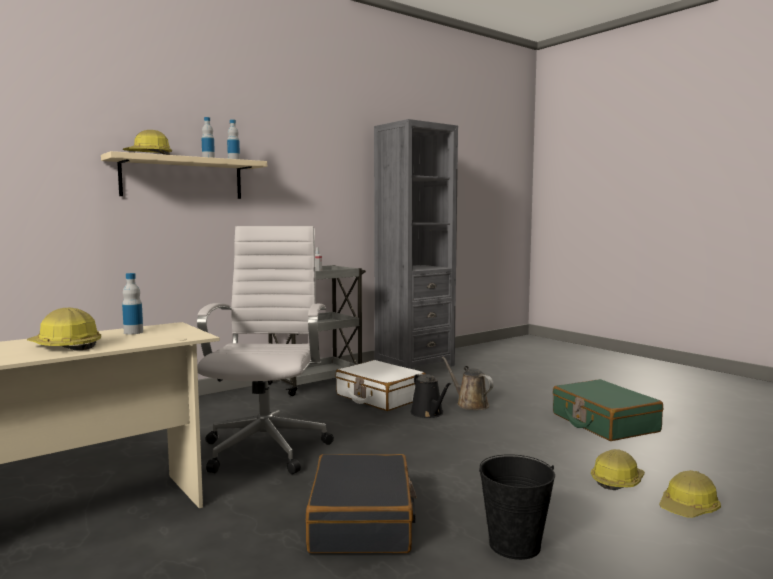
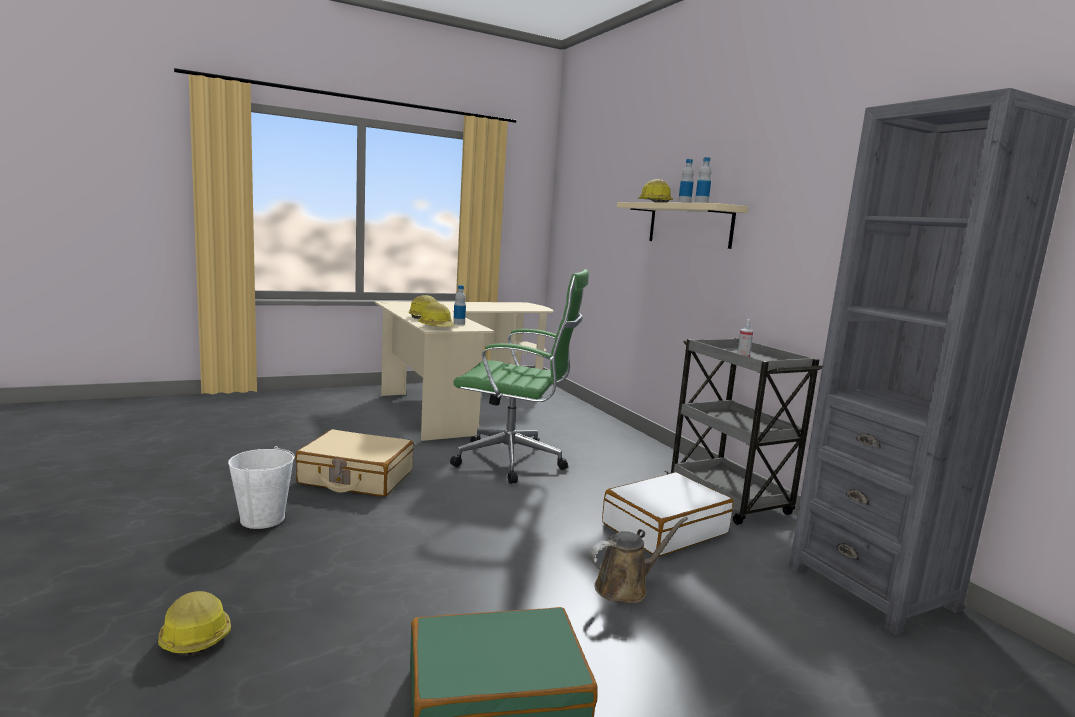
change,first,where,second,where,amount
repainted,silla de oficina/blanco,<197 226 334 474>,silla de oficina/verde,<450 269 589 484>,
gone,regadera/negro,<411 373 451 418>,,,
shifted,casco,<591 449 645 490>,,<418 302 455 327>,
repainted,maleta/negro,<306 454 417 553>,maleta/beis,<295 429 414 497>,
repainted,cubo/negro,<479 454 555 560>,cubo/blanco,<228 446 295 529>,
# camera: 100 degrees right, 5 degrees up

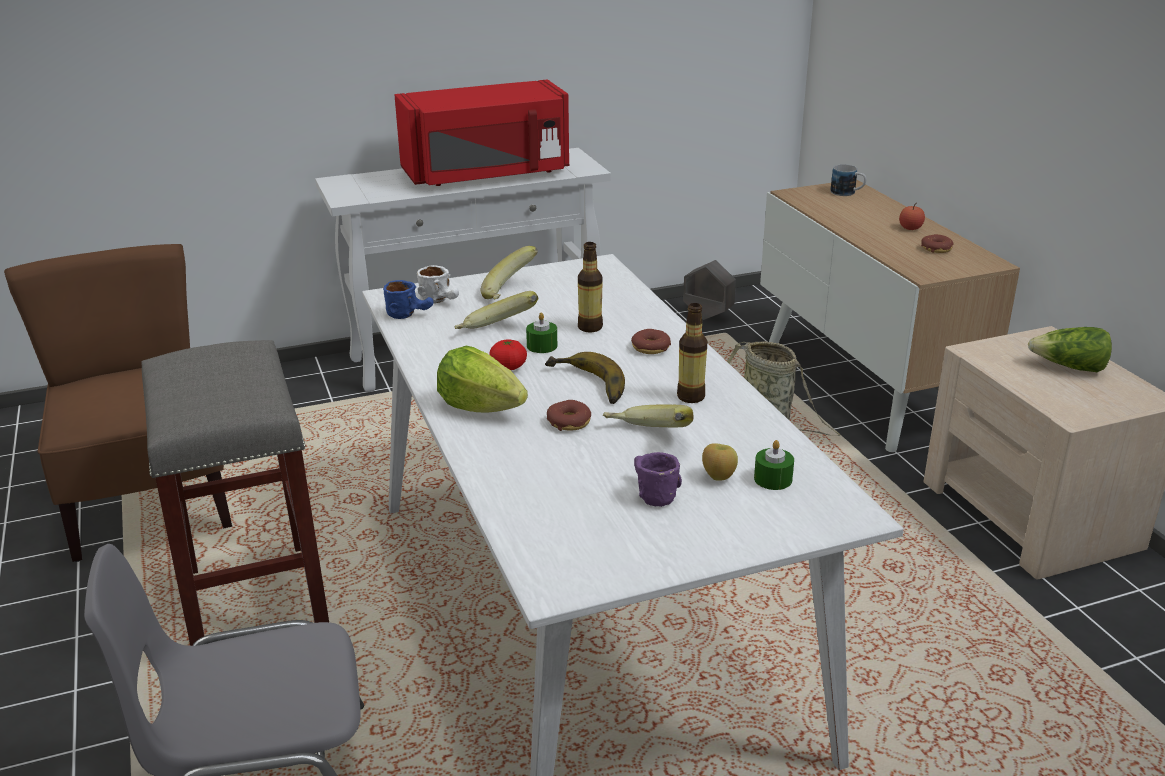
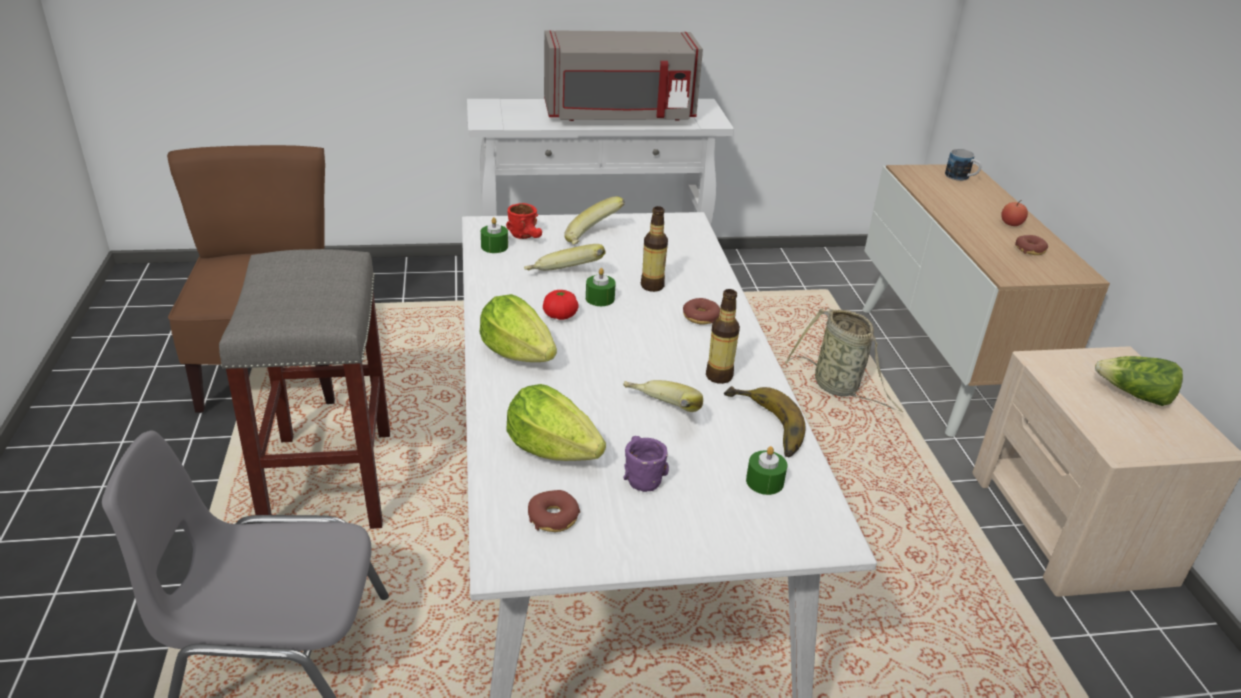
change,first,where,second,where,amount
repainted,microondas/rojo,<395 79 569 186>,microondas/gris,<544 30 703 121>,
gone,maceta/gris,<683 260 736 320>,,,
repainted,taza grande/blanco,<417 265 459 303>,taza grande/rojo,<506 203 542 239>,
swapped,taza grande/azul,<383 280 433 319>,vela/verde,<481 217 508 253>,
shifted,plátano,<545 352 625 404>,,<724 386 806 457>,
shifted,rosquilla,<547 400 591 431>,,<528 490 580 532>,
gone,manzana,<702 443 738 481>,,,
new,,,lechuga,<506 384 606 461>,
# camera: 10 degrees right, 5 degrees up

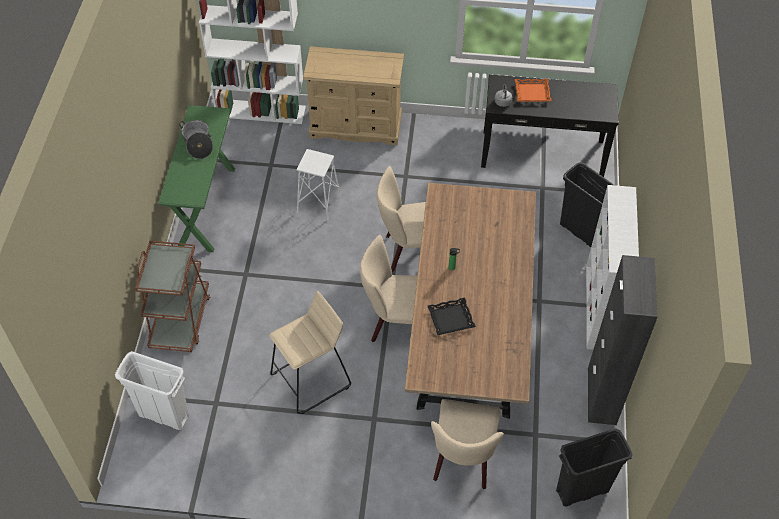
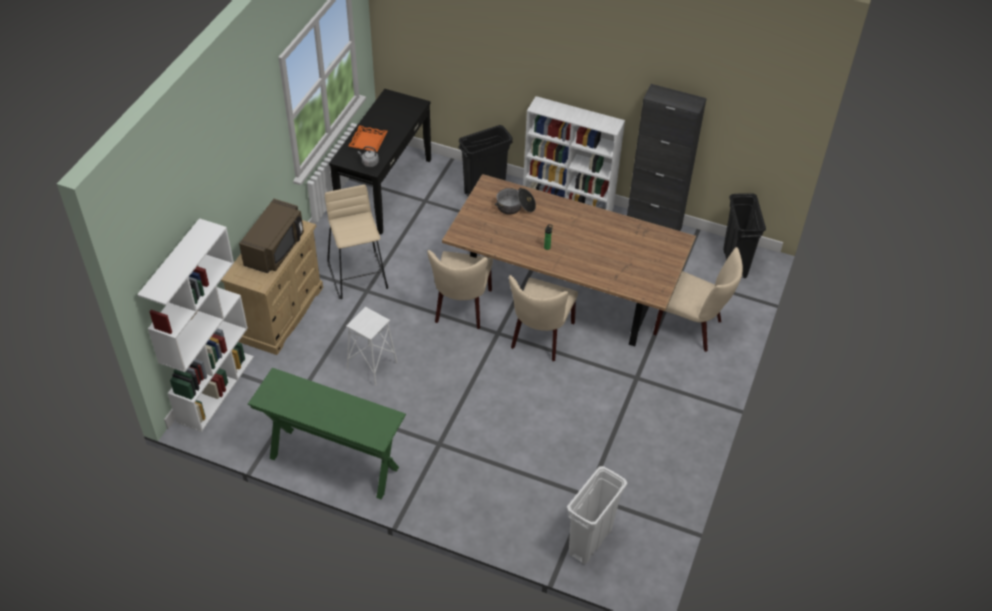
change,first,where,second,where,amount
shifted,olla,<179 120 213 159>,,<495 188 536 215>,
gone,carrito/marrón,<135 241 210 352>,,,
shifted,taburete/beis,<269 291 351 414>,,<325 185 388 299>,
gone,bandeja/negro,<428 298 476 335>,,,
new,,,microondas/marrón,<239 199 304 273>,
# camera: 75 degrees left, 5 degrees down

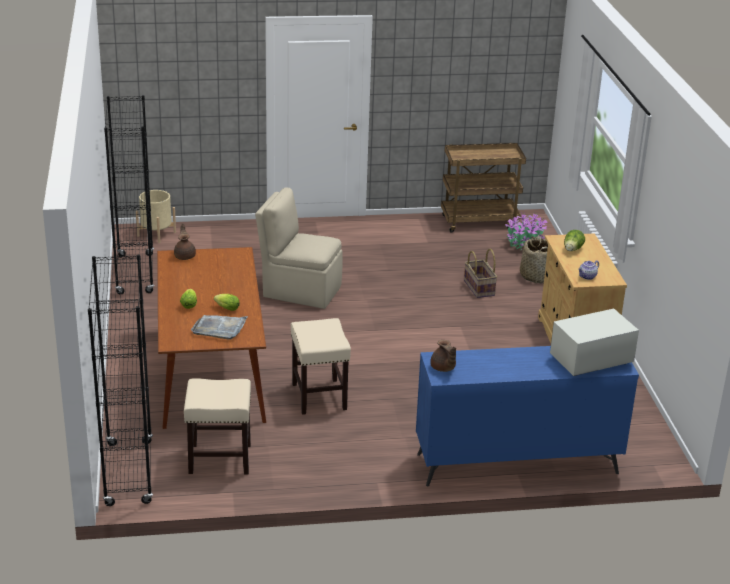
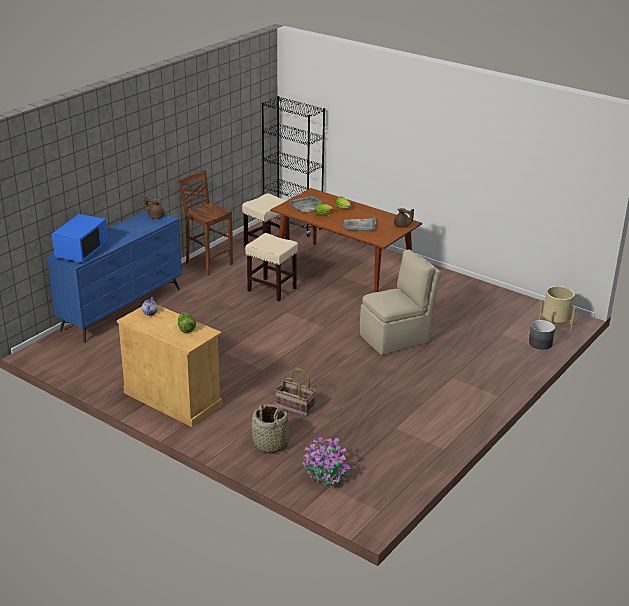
change,first,where,second,where,amount
gone,estantería/negro,<104 95 154 295>,,,
gone,carrito/marrón,<441 143 526 233>,,,
repainted,microondas/blanco,<550 309 639 376>,microondas/azul,<52 214 108 263>,
new,,,taburete/marrón,<178 170 233 276>,
new,,,bandeja/gris,<343 217 376 231>,
new,,,maceta/gris,<529 320 555 350>,
# camera: 135 degrees right, 0 degrees up

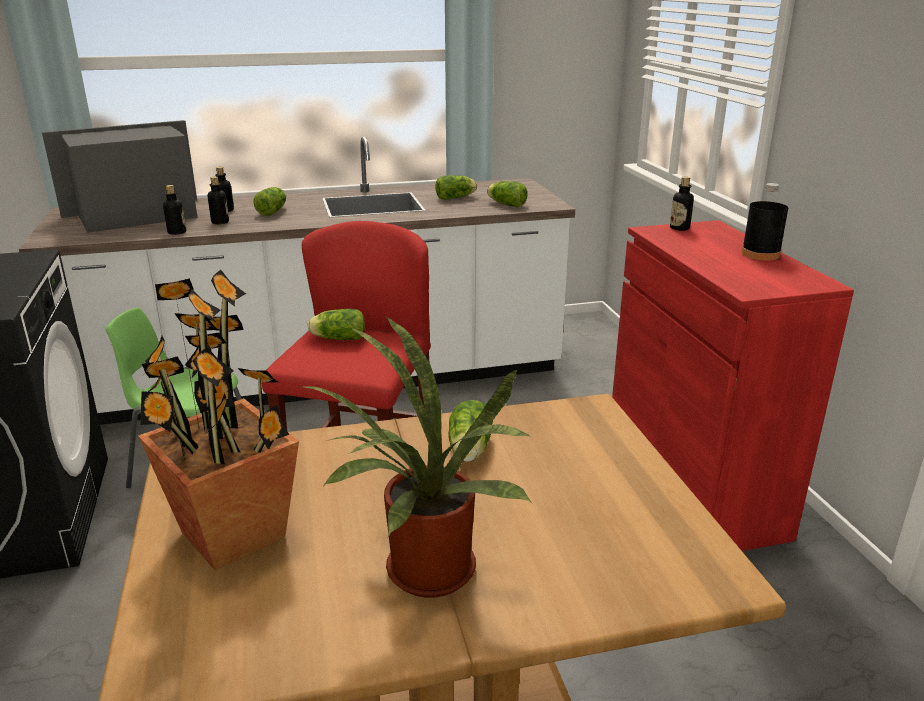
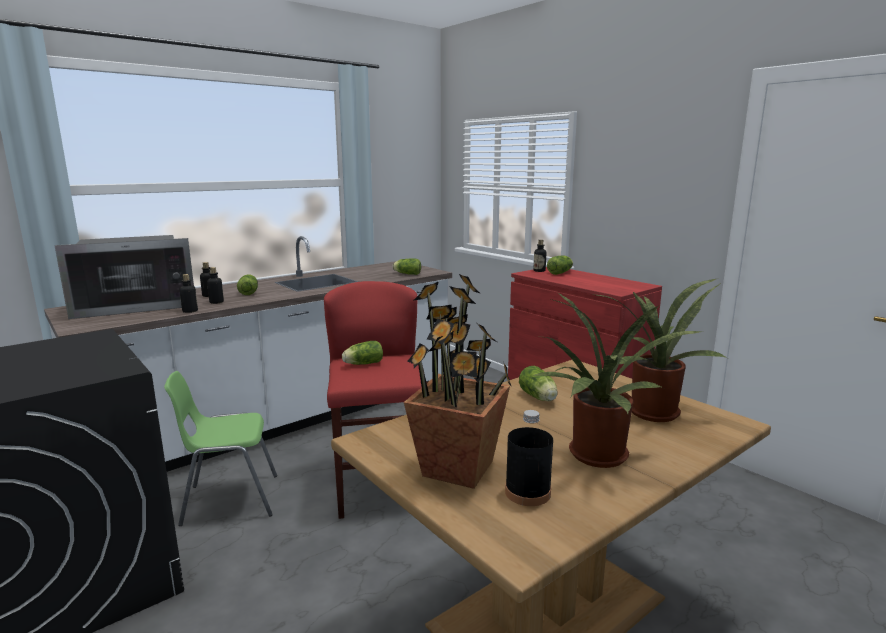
change,first,where,second,where,amount
rotated,microondas,<42 120 197 233>,,<55 235 194 319>,150 degrees counterclockwise
shifted,lechuga,<435 175 477 200>,,<547 256 573 275>,
shifted,botella/negro,<742 183 788 260>,,<505 410 553 506>,
new,,,planta en maceta,<597 278 727 422>,
# camera: 25 degrees left, 10 degrees down

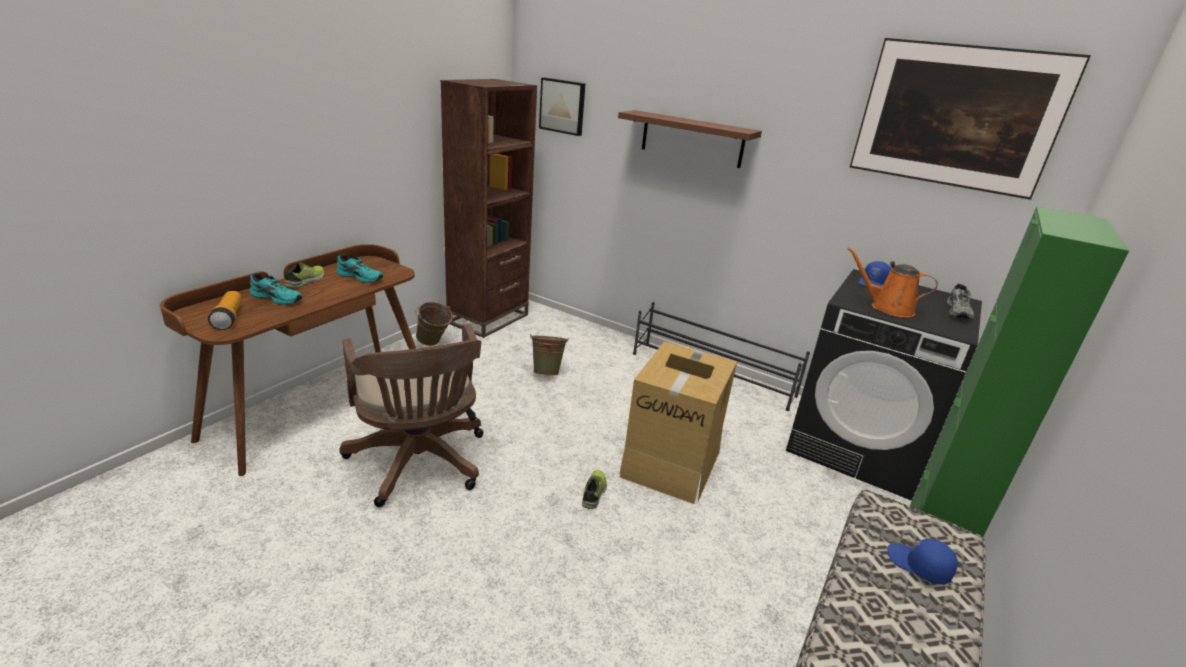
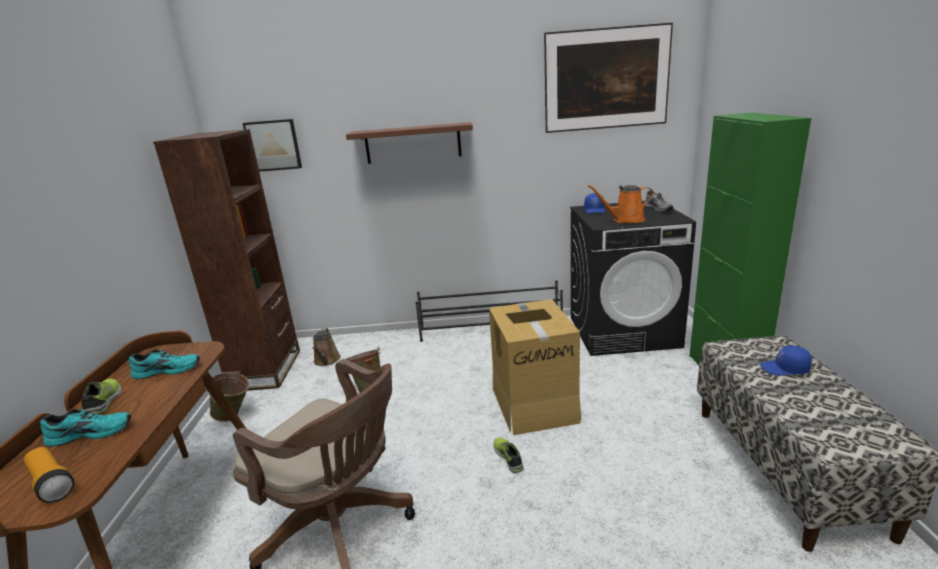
change,first,where,second,where,amount
new,,,regadera/marrón,<312 328 341 366>,
# camera: 30 degrees left, 5 degrees down

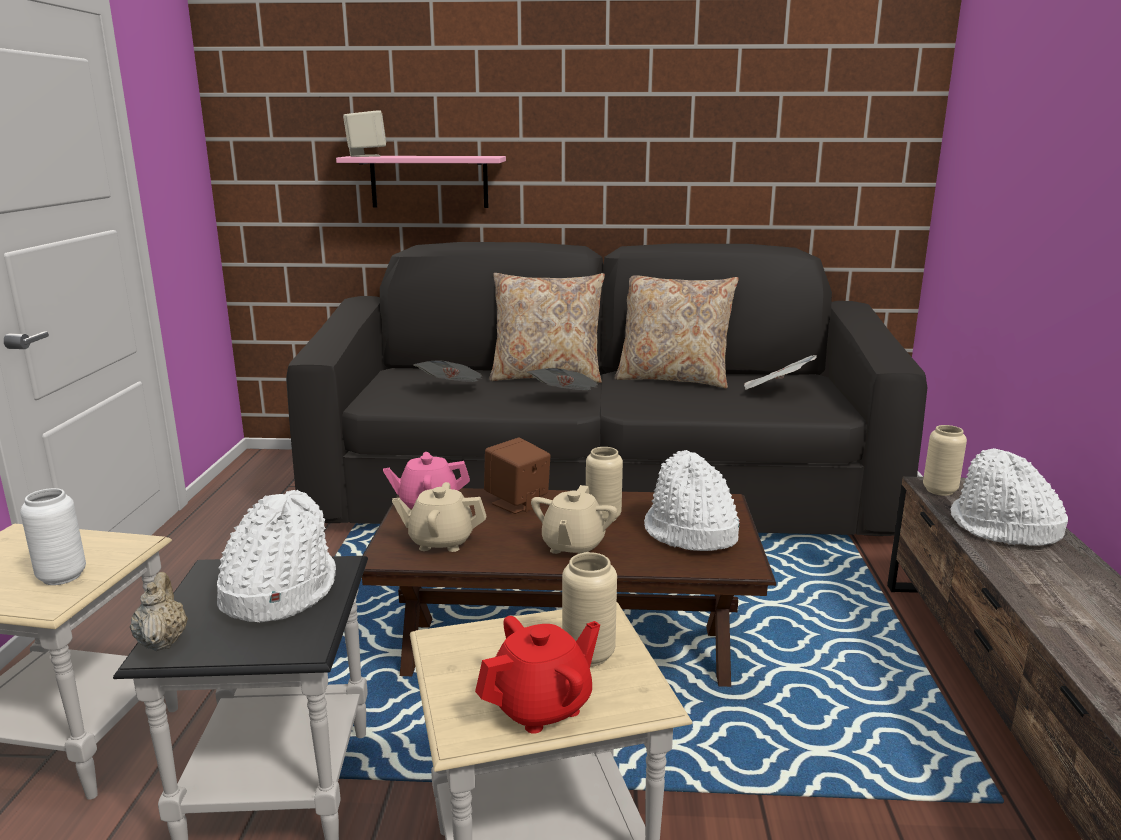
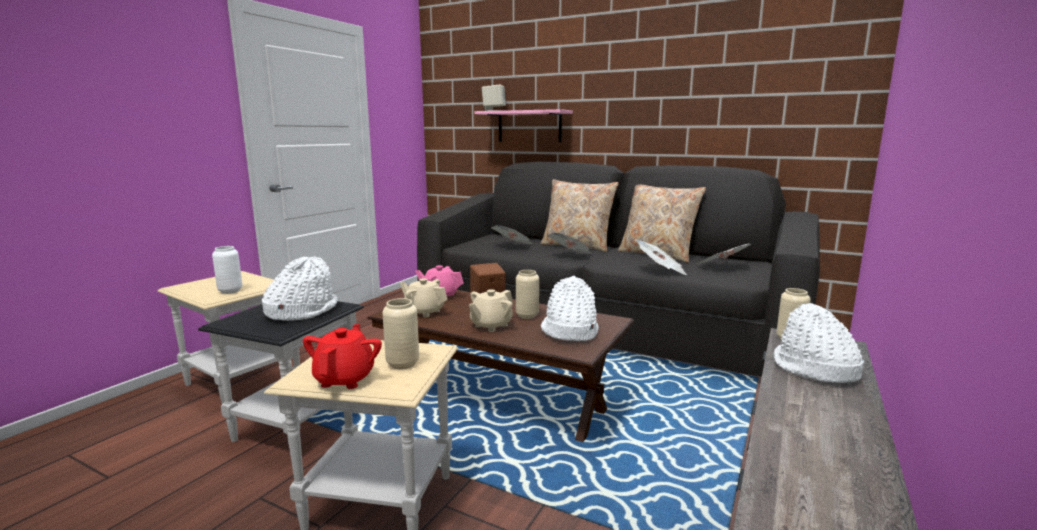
change,first,where,second,where,amount
gone,tetera/beis,<130 572 188 651>,,,
rotated,tetera/rojo,<475 616 600 734>,,<303 324 382 389>,75 degrees counterclockwise
new,,,periódico,<635 239 687 275>,
# camera: 25 degrees right, 5 degrees down

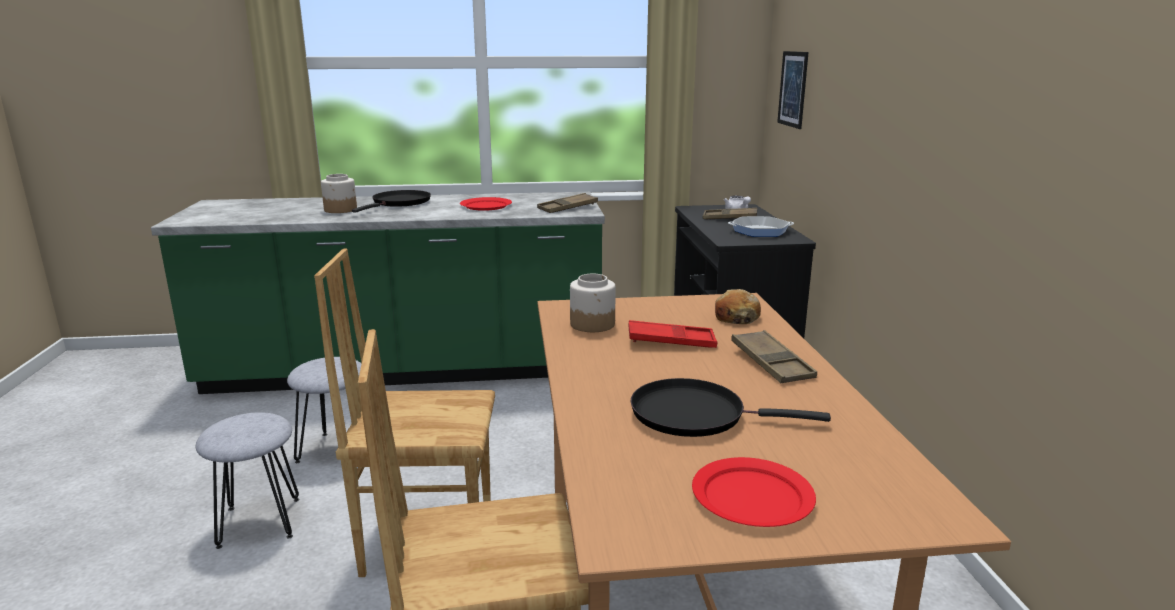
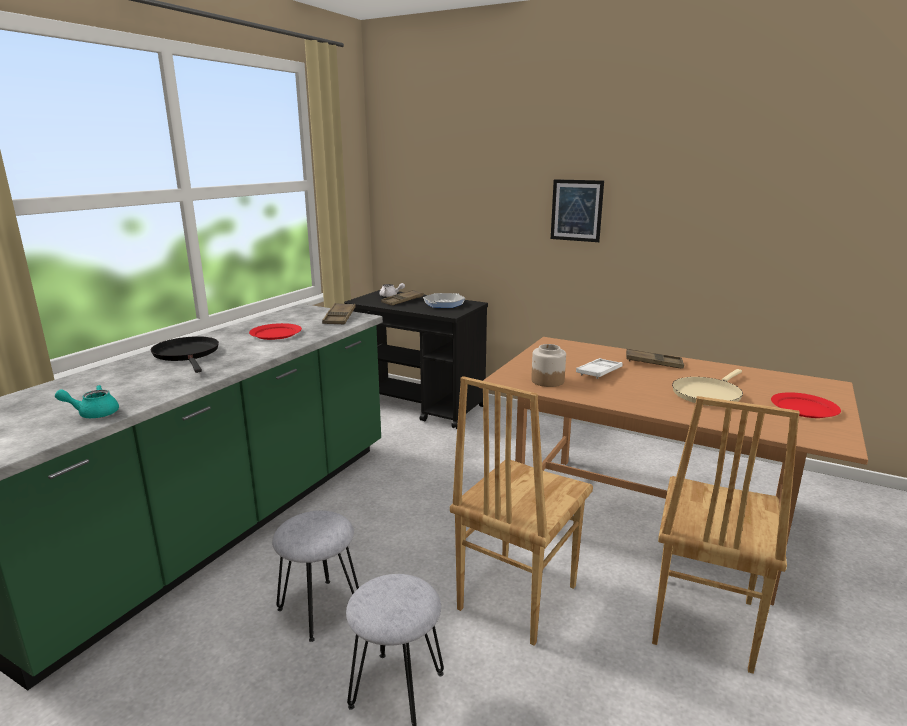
change,first,where,second,where,amount
shifted,cuadro,<777 51 809 129>,,<551 179 604 242>,
gone,tarro,<321 174 357 213>,,,
gone,pan,<715 289 761 324>,,,
repainted,bandeja/rojo,<629 320 717 348>,bandeja/blanco,<576 358 623 379>,
repainted,sartén/negro,<631 378 831 437>,sartén/beis,<672 369 743 406>,
new,,,tetera/turquesa,<55 385 119 418>,
# camera: 55 degrees left, 0 degrees up

